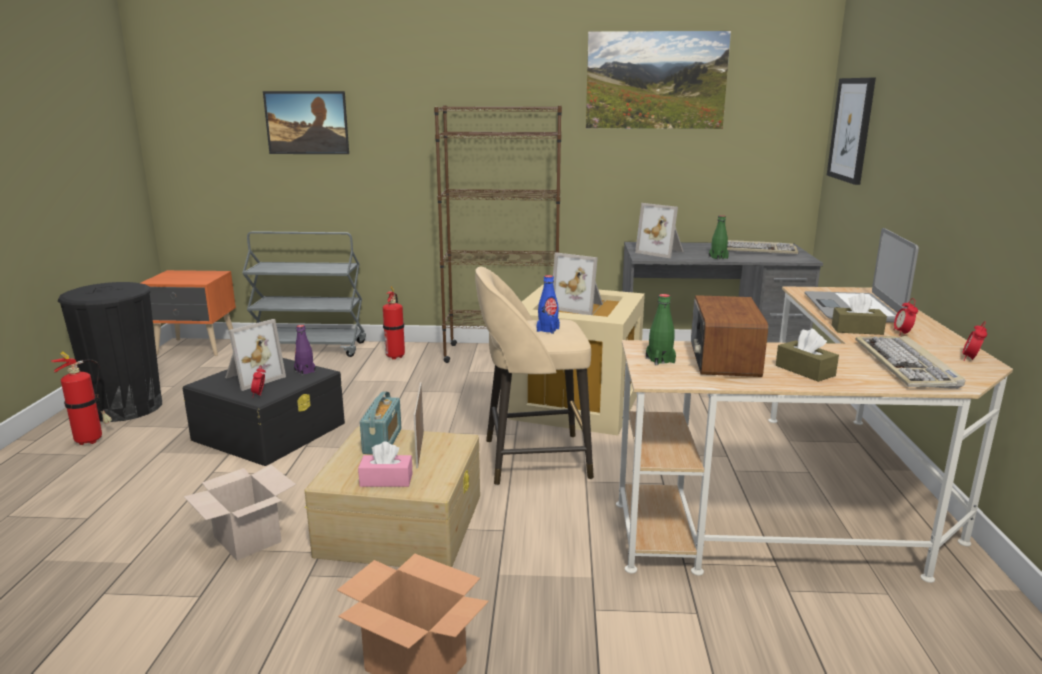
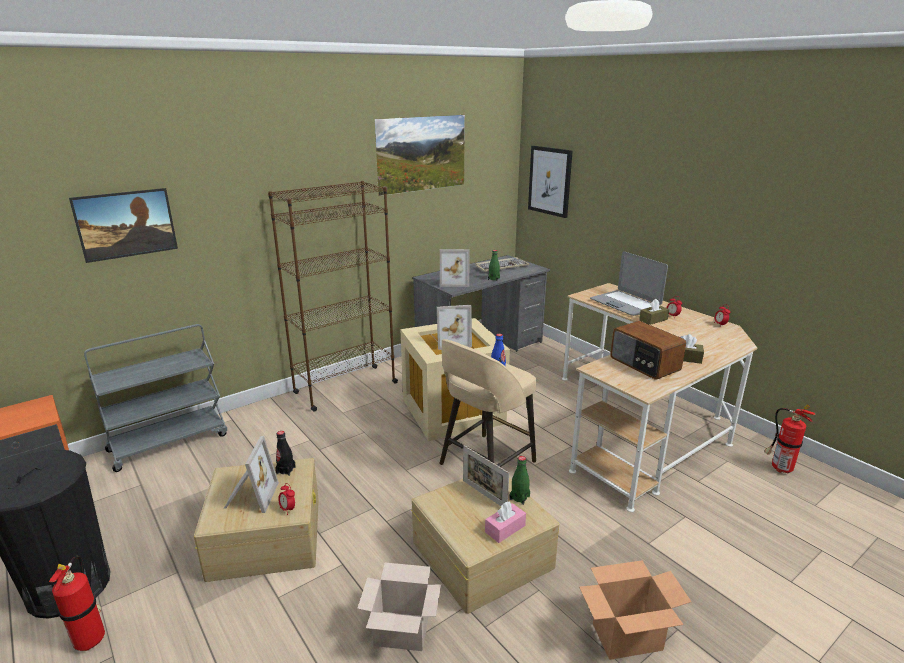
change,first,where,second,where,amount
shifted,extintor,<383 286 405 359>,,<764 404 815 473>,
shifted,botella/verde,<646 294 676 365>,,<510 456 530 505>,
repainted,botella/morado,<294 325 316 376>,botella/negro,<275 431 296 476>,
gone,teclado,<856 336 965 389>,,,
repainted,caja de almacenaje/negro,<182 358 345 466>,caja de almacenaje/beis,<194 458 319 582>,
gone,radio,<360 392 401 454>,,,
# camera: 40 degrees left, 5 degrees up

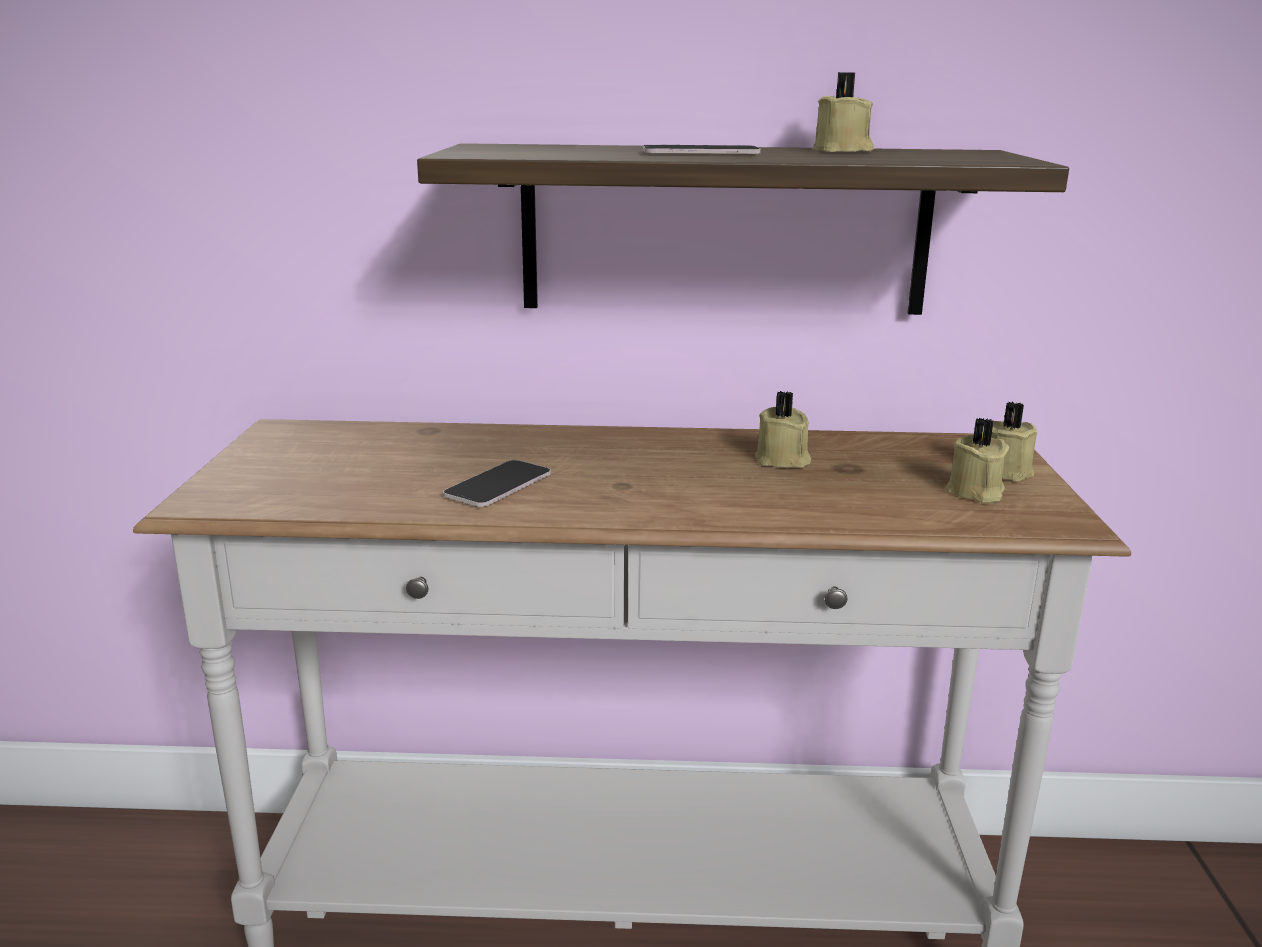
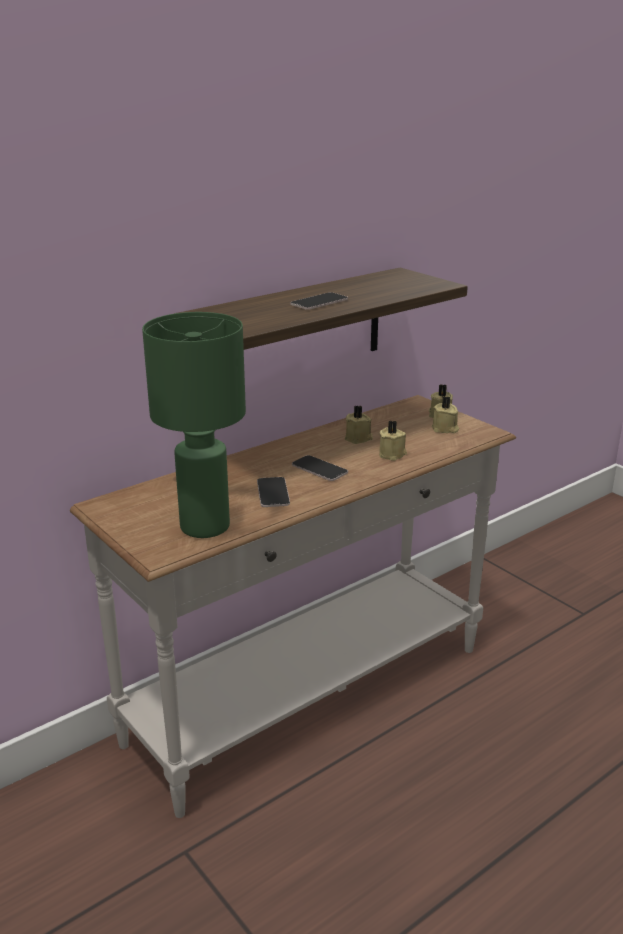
change,first,where,second,where,amount
shifted,vela/beis,<813 72 874 152>,,<379 420 407 461>,
new,,,lámpara de mesa/verde,<142 312 246 538>,
new,,,móvil,<292 455 348 481>,
# camera: 40 degrees left, 5 degrees up

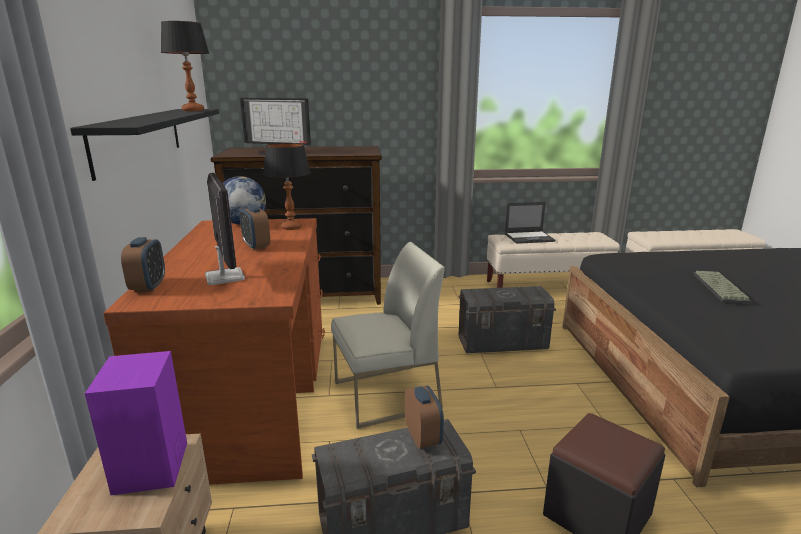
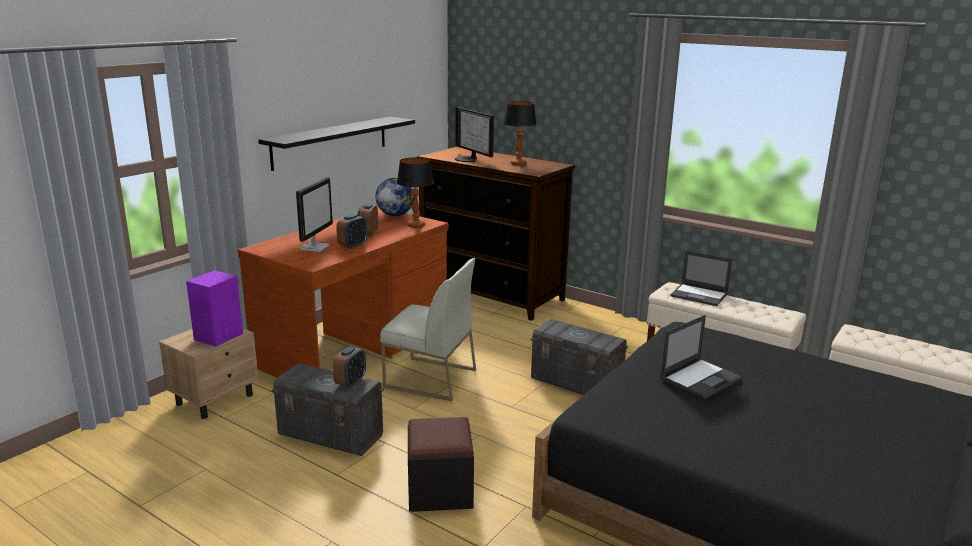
change,first,where,second,where,amount
shifted,lámpara de mesa,<161 21 209 111>,,<503 101 537 166>,
shifted,despertador,<121 237 165 292>,,<336 214 368 249>,
swapped,teclado,<693 271 752 303>,portátil,<660 315 742 399>,
# camera: 40 degrees right, 0 degrees up

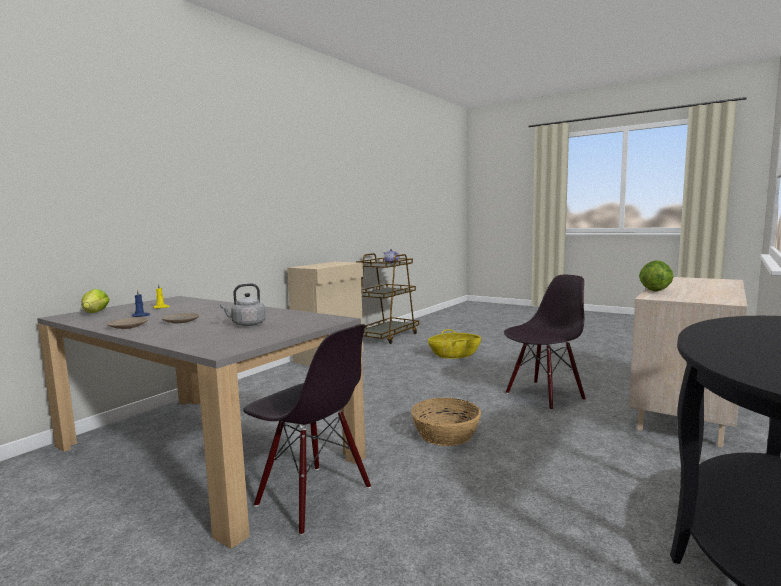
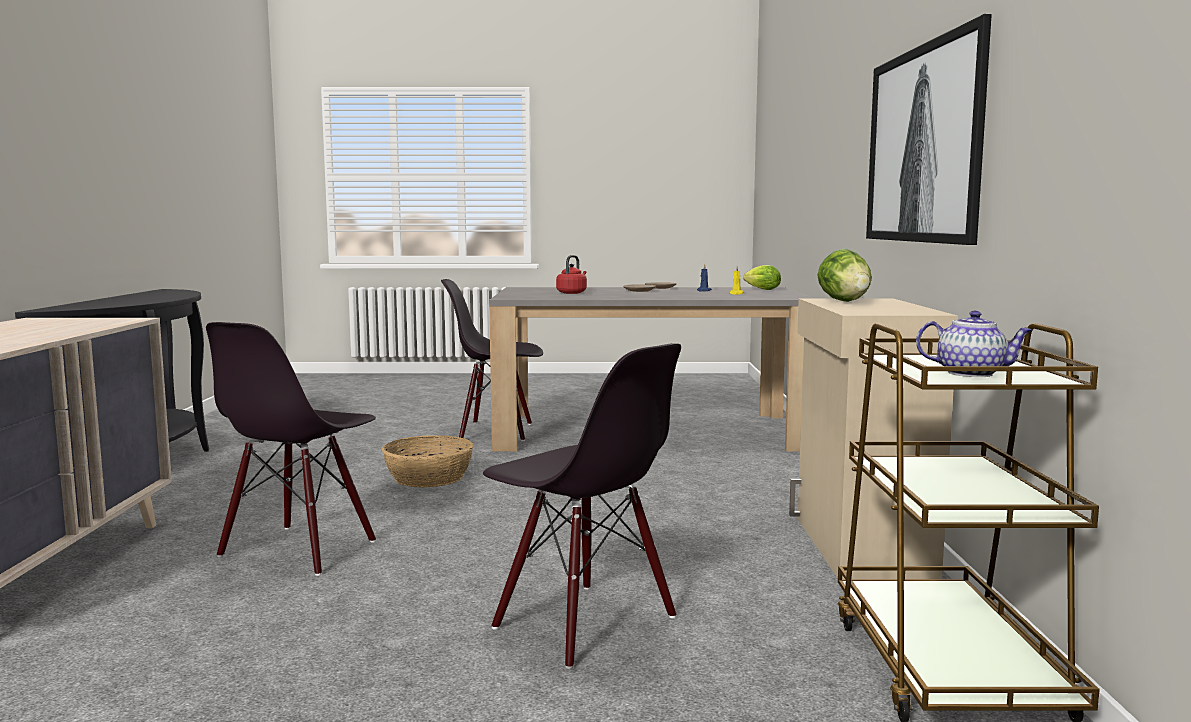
change,first,where,second,where,amount
shifted,lechuga,<639 260 674 292>,,<817 249 872 302>,
repainted,hervidor/gris,<220 283 266 326>,hervidor/rojo,<556 255 587 294>,
swapped,cesta,<428 329 481 359>,silla/negro,<483 343 681 669>,
new,,,cuadro,<866 14 992 245>,
# camera: 145 degrees right, 0 degrees up

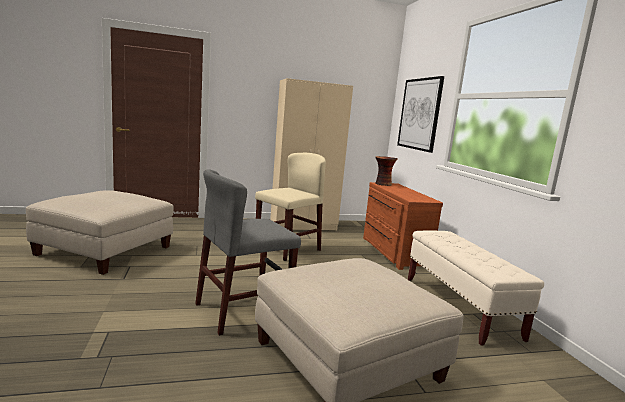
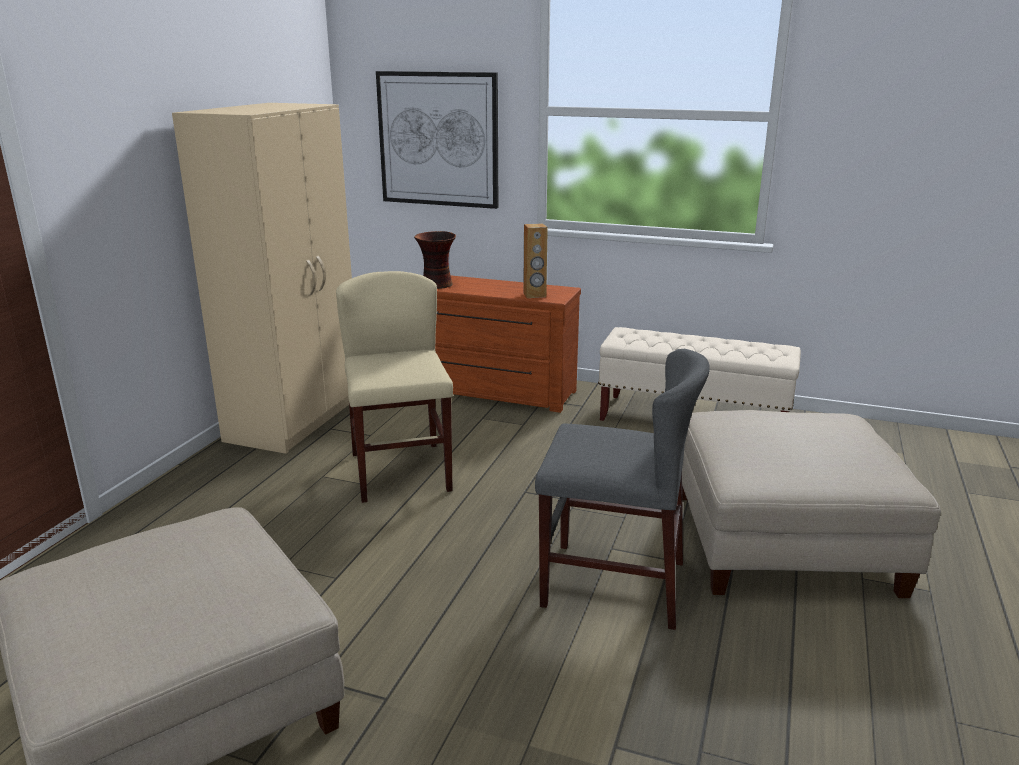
change,first,where,second,where,amount
rotated,silla/gris,<195 169 301 336>,,<535 349 710 630>,75 degrees counterclockwise
new,,,altavoz/marrón,<523 223 548 298>,
# camera: 55 degrees left, 10 degrees up

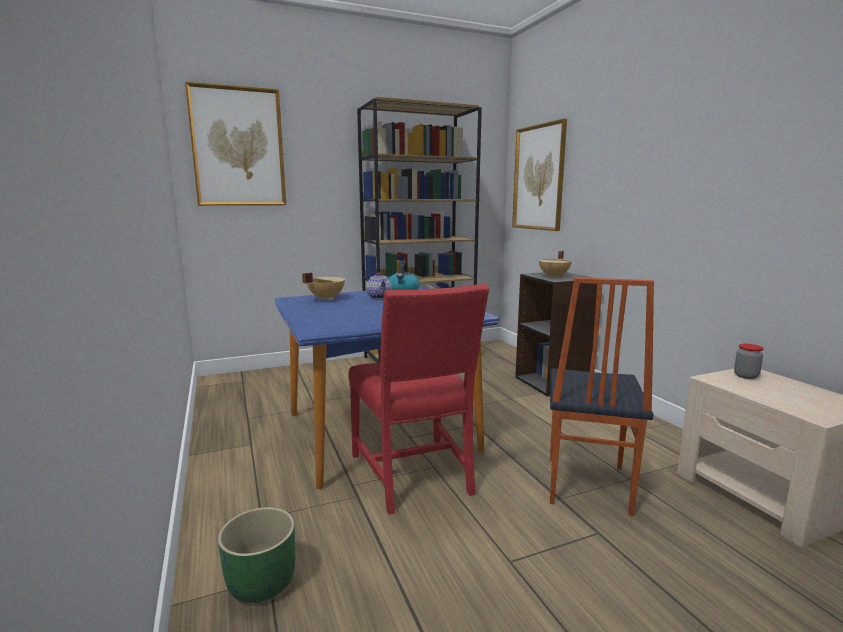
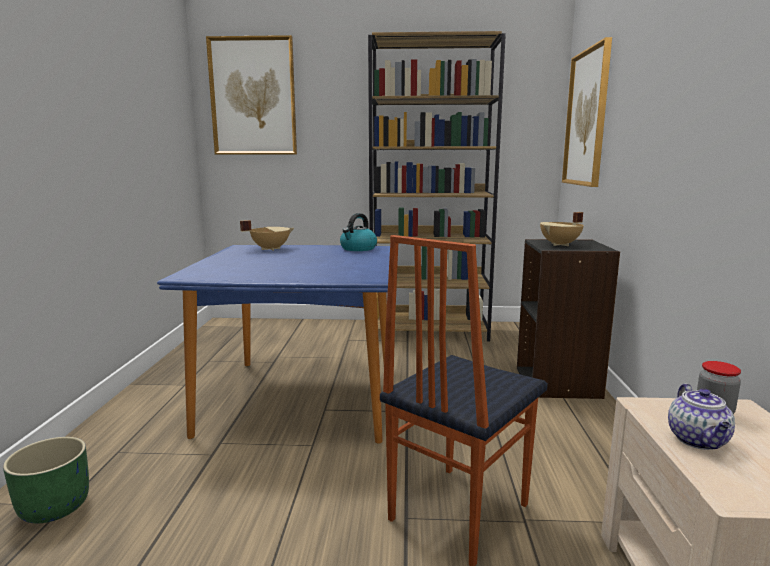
change,first,where,second,where,amount
shifted,tetera,<366 272 392 299>,,<668 383 735 450>,
gone,silla/rojo,<349 284 489 514>,,,
# camera: 25 degrees right, 0 degrees up

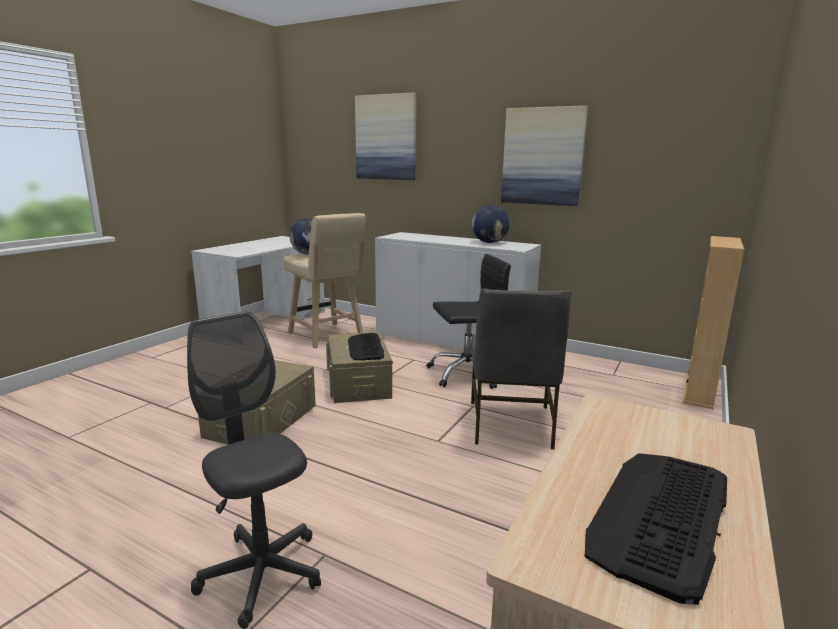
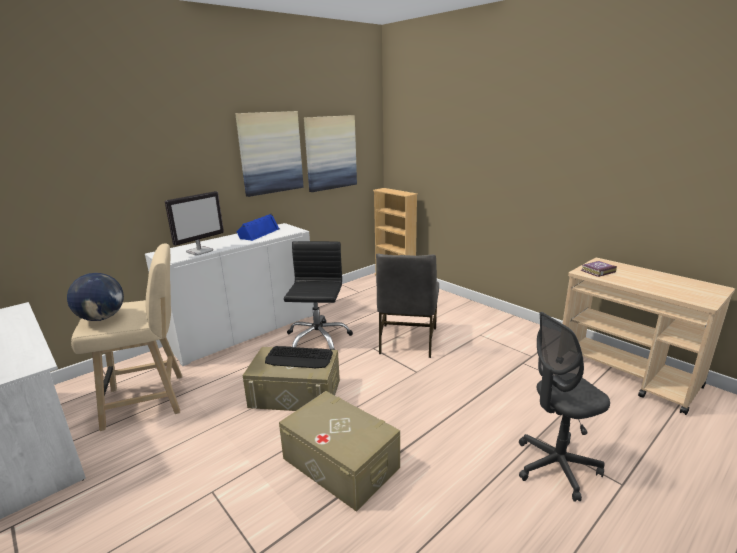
change,first,where,second,where,amount
shifted,cuadro,<355 92 416 180>,,<304 115 357 192>,
swapped,globo terráqueo,<472 205 510 243>,altavoz/azul,<237 213 280 241>,
rotated,silla/gris,<471 289 572 449>,,<376 254 439 358>,75 degrees clockwise
gone,teclado,<585 453 727 605>,,,
new,,,monitor,<165 191 224 255>,
new,,,libro,<581 261 617 277>,
# camera: 70 degrees left, 5 degrees up

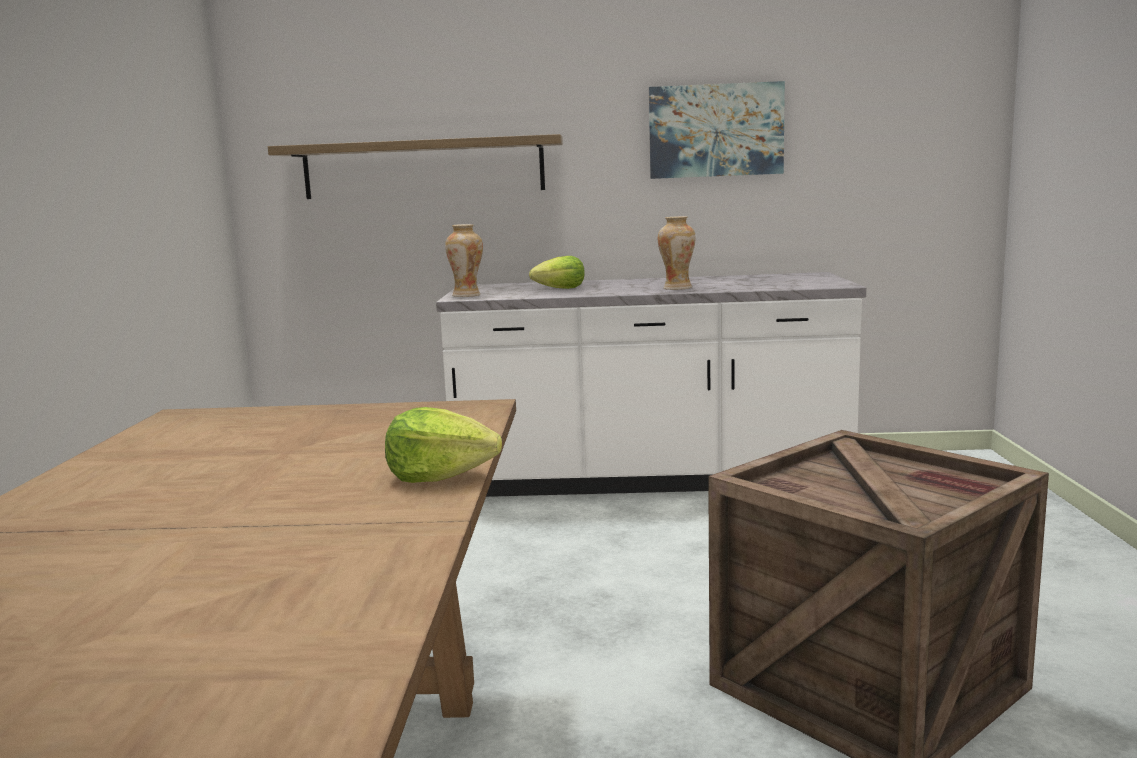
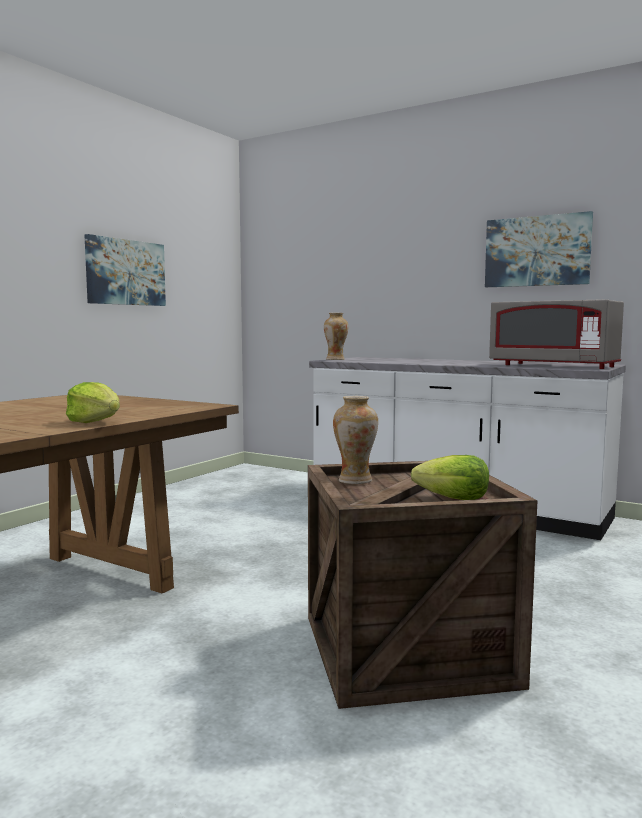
change,first,where,second,where,amount
gone,estante,<268 134 563 199>,,,
shifted,florero,<658 216 696 290>,,<333 396 378 484>,
shifted,lechuga,<529 256 585 289>,,<411 455 489 500>,
new,,,cuadro,<84 234 166 306>,
new,,,microondas/gris,<489 299 624 369>,
# camera: 30 degrees right, 5 degrees down

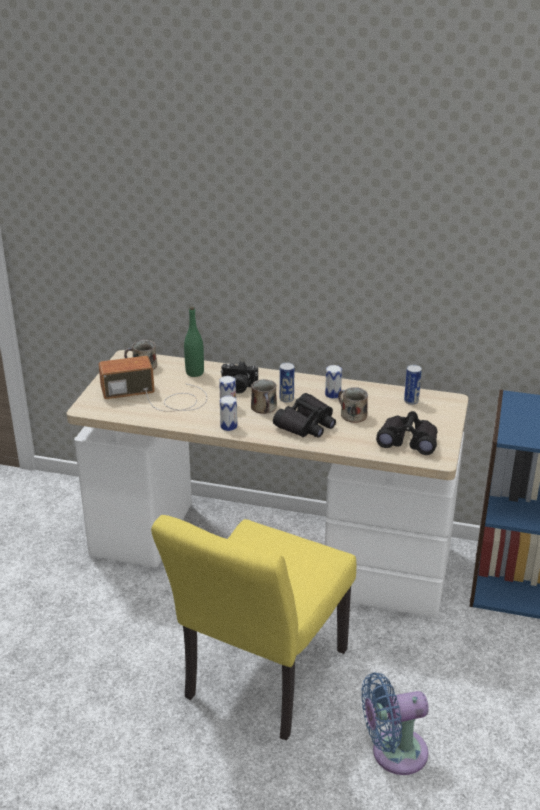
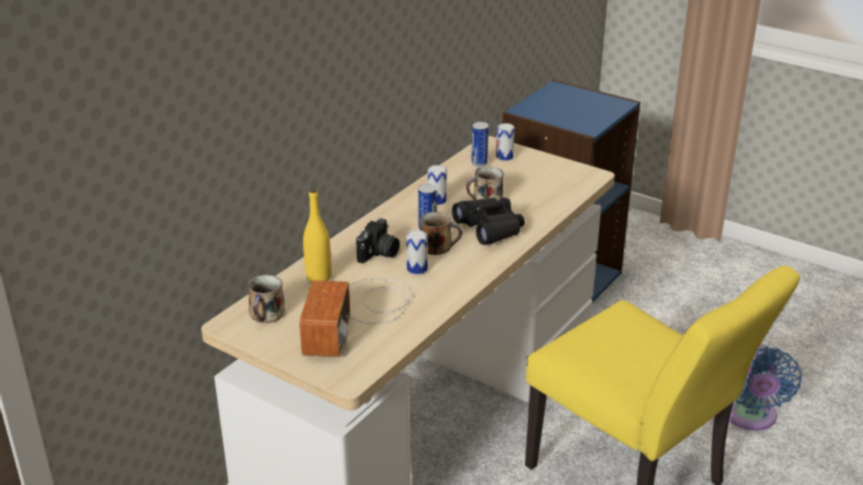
change,first,where,second,where,amount
repainted,botella/verde,<184 307 204 377>,botella/amarillo,<303 188 331 282>,
shifted,lata,<220 396 237 431>,,<496 123 515 161>,
gone,prismáticos/negro,<376 411 437 455>,,,
# camera: 70 degrees left, 0 degrees up

